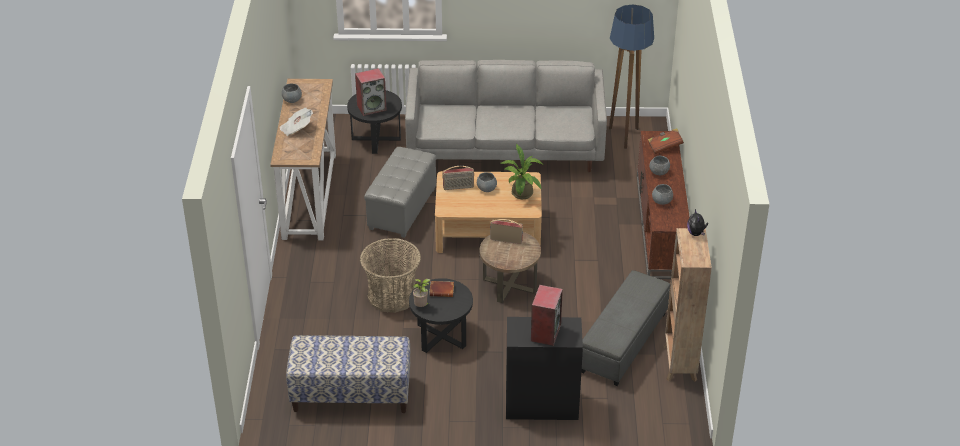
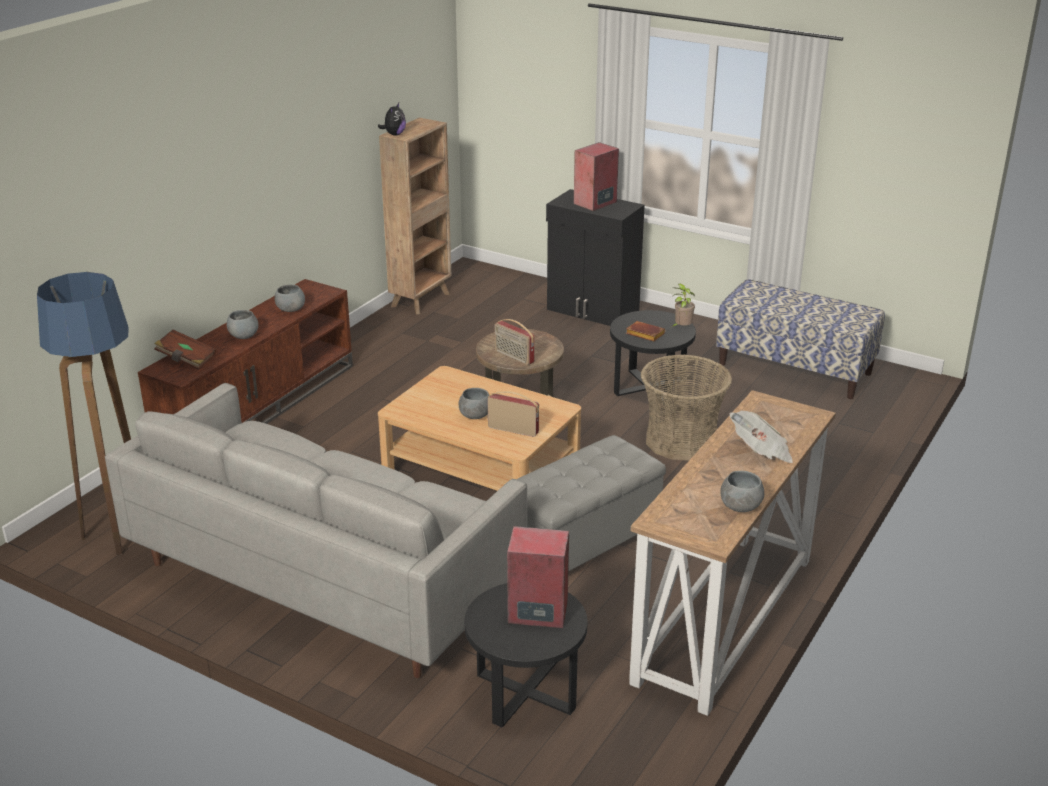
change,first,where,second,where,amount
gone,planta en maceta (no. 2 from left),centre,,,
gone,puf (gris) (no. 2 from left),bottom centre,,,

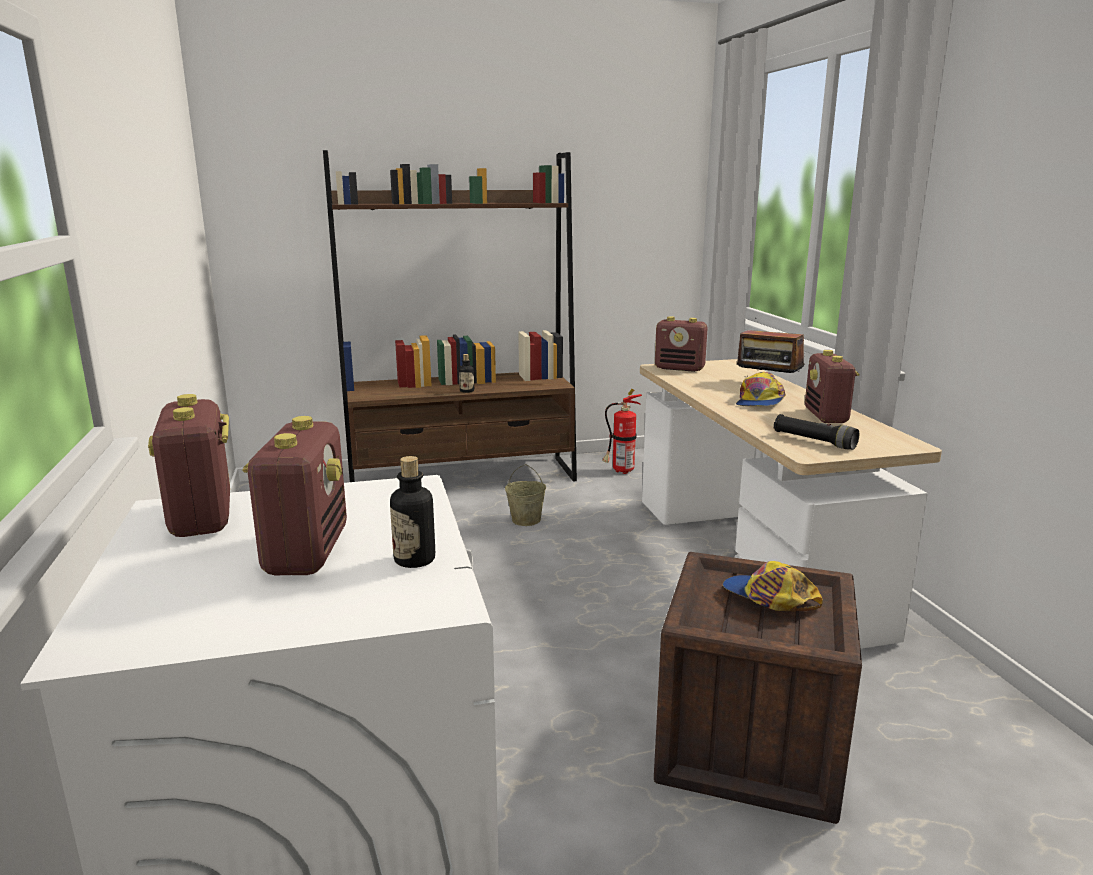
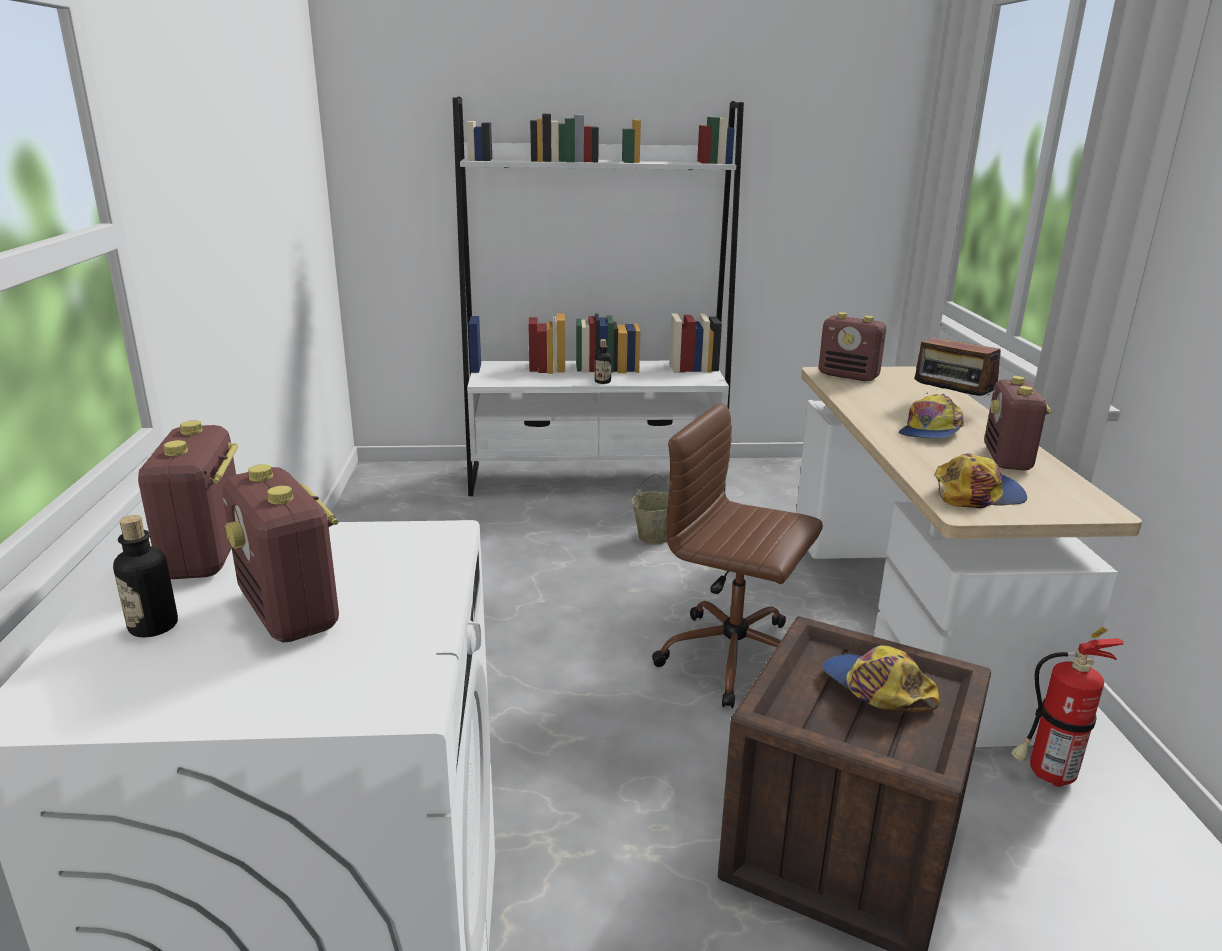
change,first,where,second,where,amount
repainted,estantería (marrón),centre,estantería (blanco),top centre,
shifted,extintor,centre,,bottom right,
swapped,linterna (negro),middle right,gorra (no. 3 from left),middle right,
rotated,radio (no. 2 from left),middle left,,middle left,135 degrees clockwise
shifted,botella (no. 1 from left),centre,,middle left,
new,,,silla de oficina (marrón),centre,

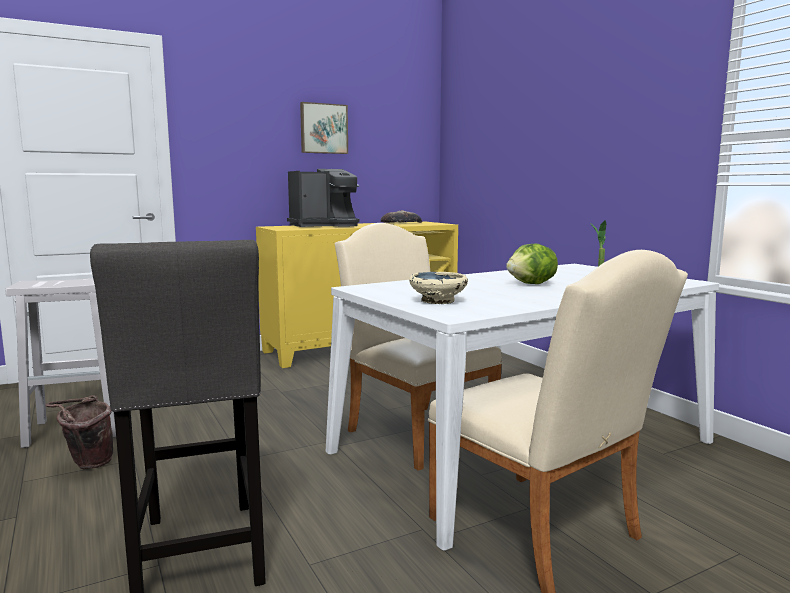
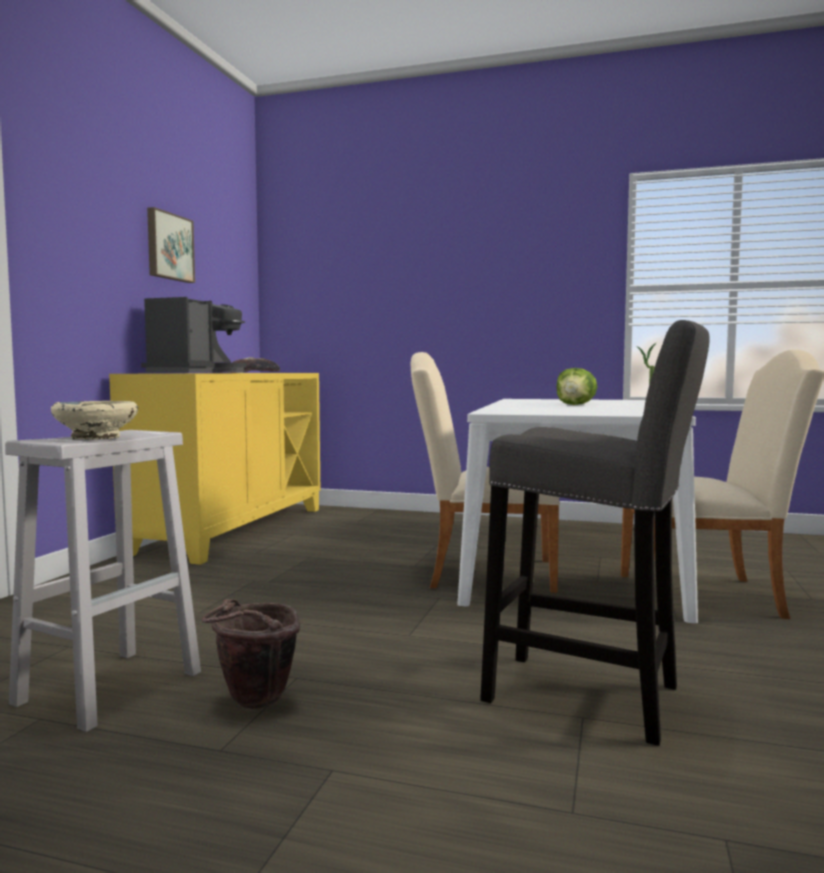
change,first,where,second,where,amount
shifted,cuenco (beis),centre,,middle left,

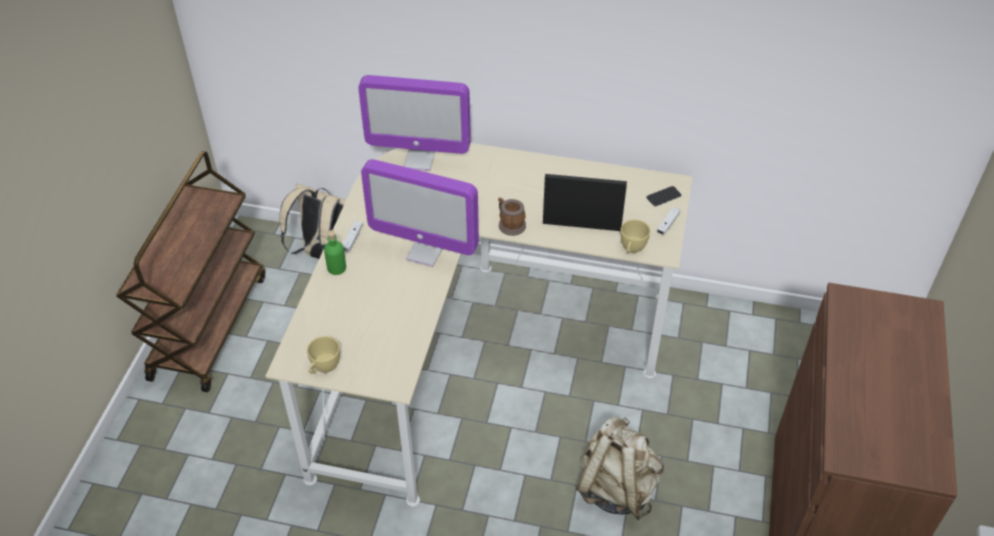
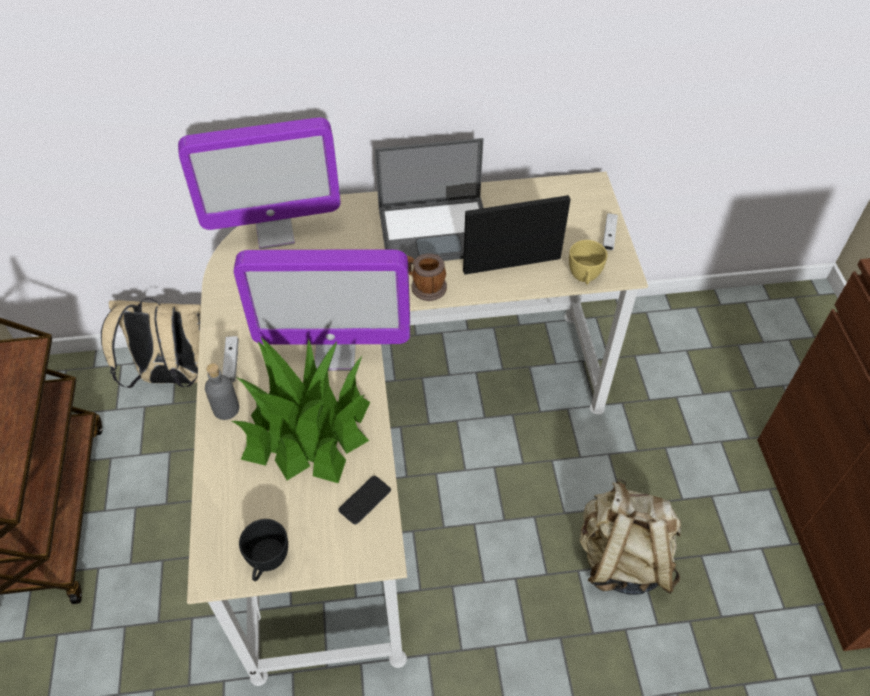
change,first,where,second,where,amount
shifted,móvil,middle right,,bottom centre,
repainted,botella (verde),centre,botella (gris),middle left,
repainted,taza (amarillo) (no. 1 from left),middle left,taza (negro),bottom left,
new,,,portátil,top centre,
new,,,planta en maceta,centre,

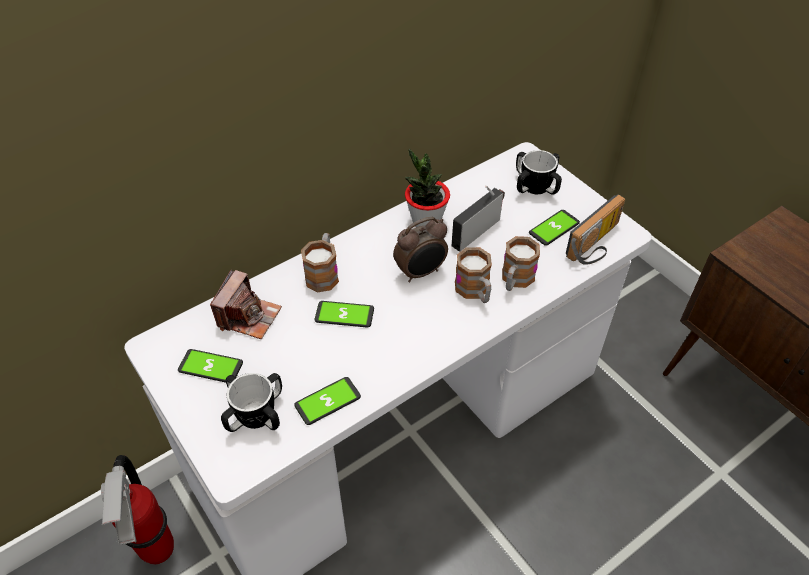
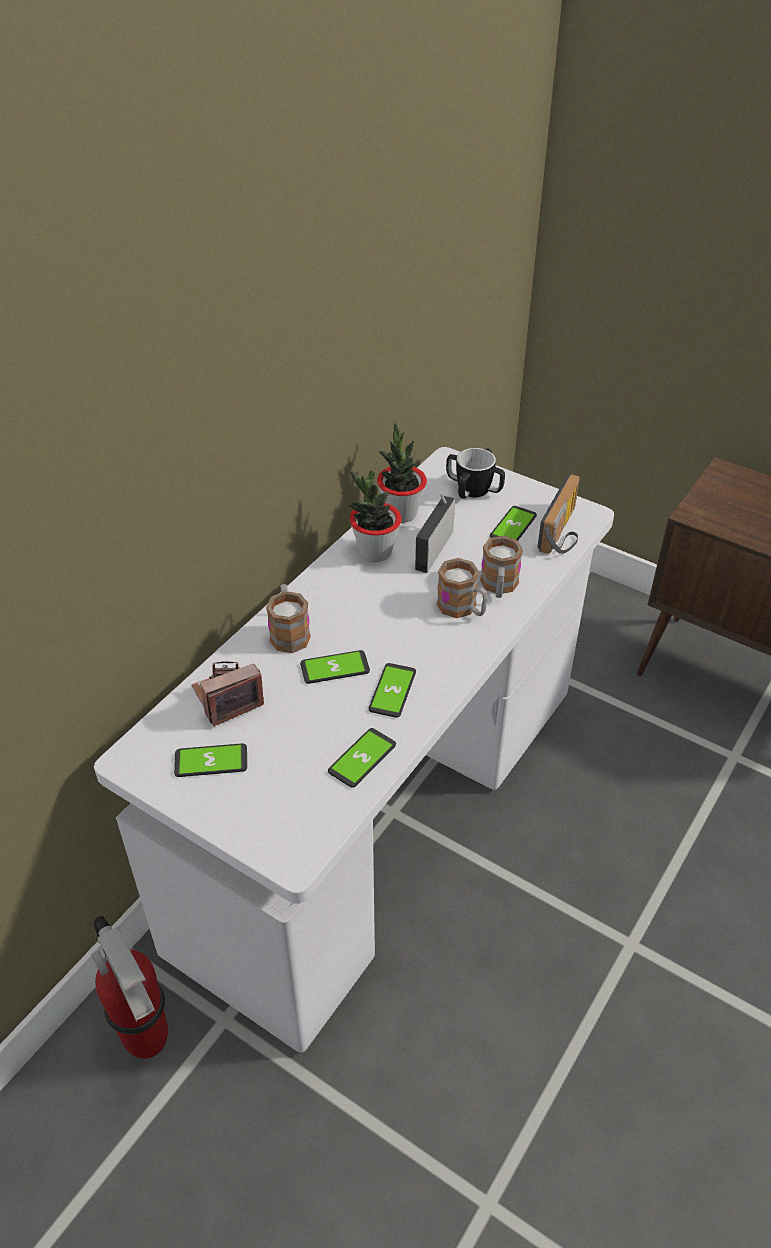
change,first,where,second,where,amount
gone,despertador,centre,,,
rotated,cámara,middle left,,middle left,120 degrees counterclockwise
gone,taza grande (no. 1 from left),bottom left,,,
new,,,planta en maceta (no. 2 from left),centre,
new,,,móvil (no. 4 from left),centre,

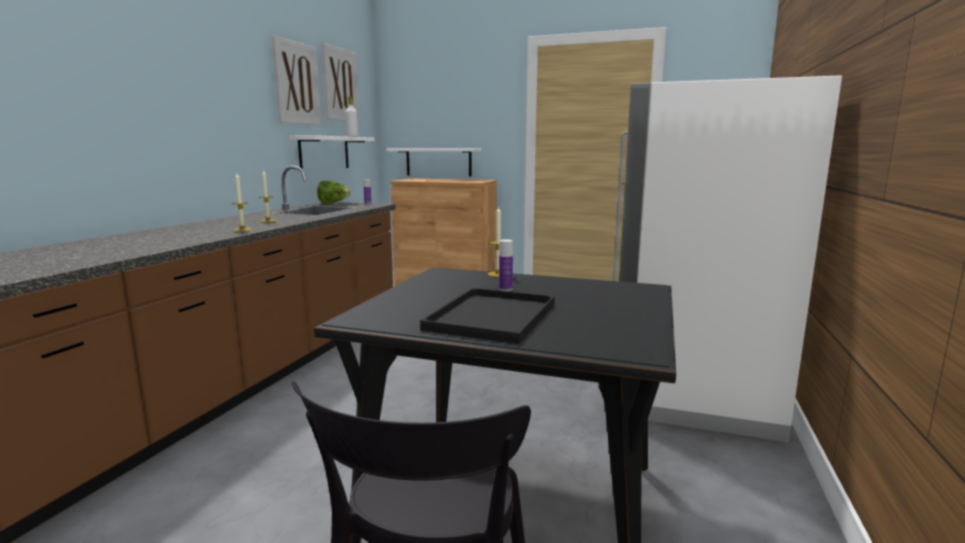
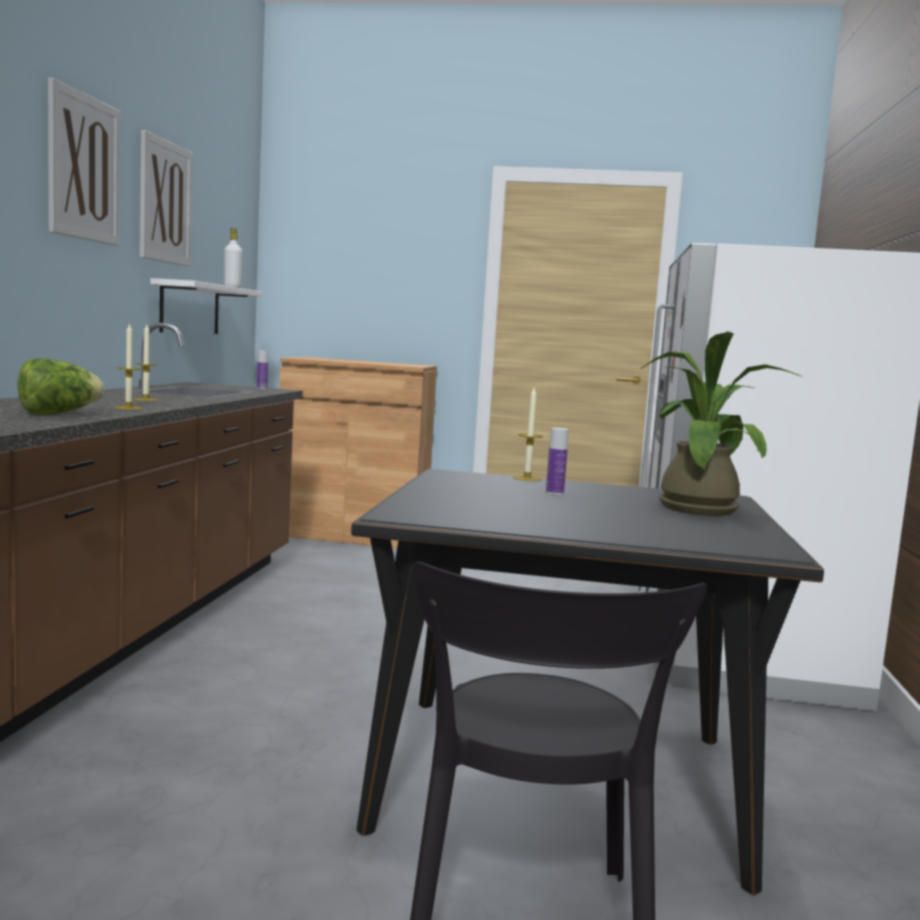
change,first,where,second,where,amount
shifted,cuadro (no. 2 from left in the first image),top centre,cuadro (no. 1 from left),top left,
gone,estante (blanco) (no. 2 from left),top centre,,,
shifted,lechuga,centre,,middle left,
gone,bandeja (negro),centre,,,
new,,,planta en maceta,middle right,

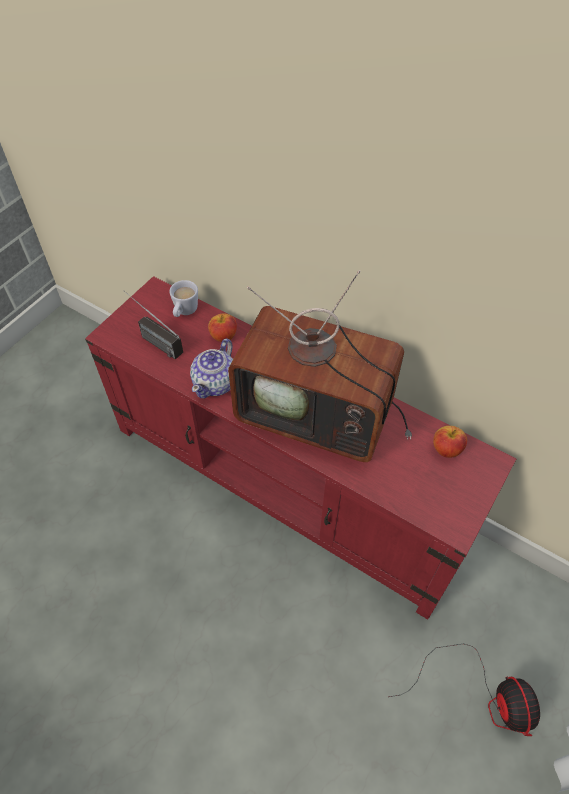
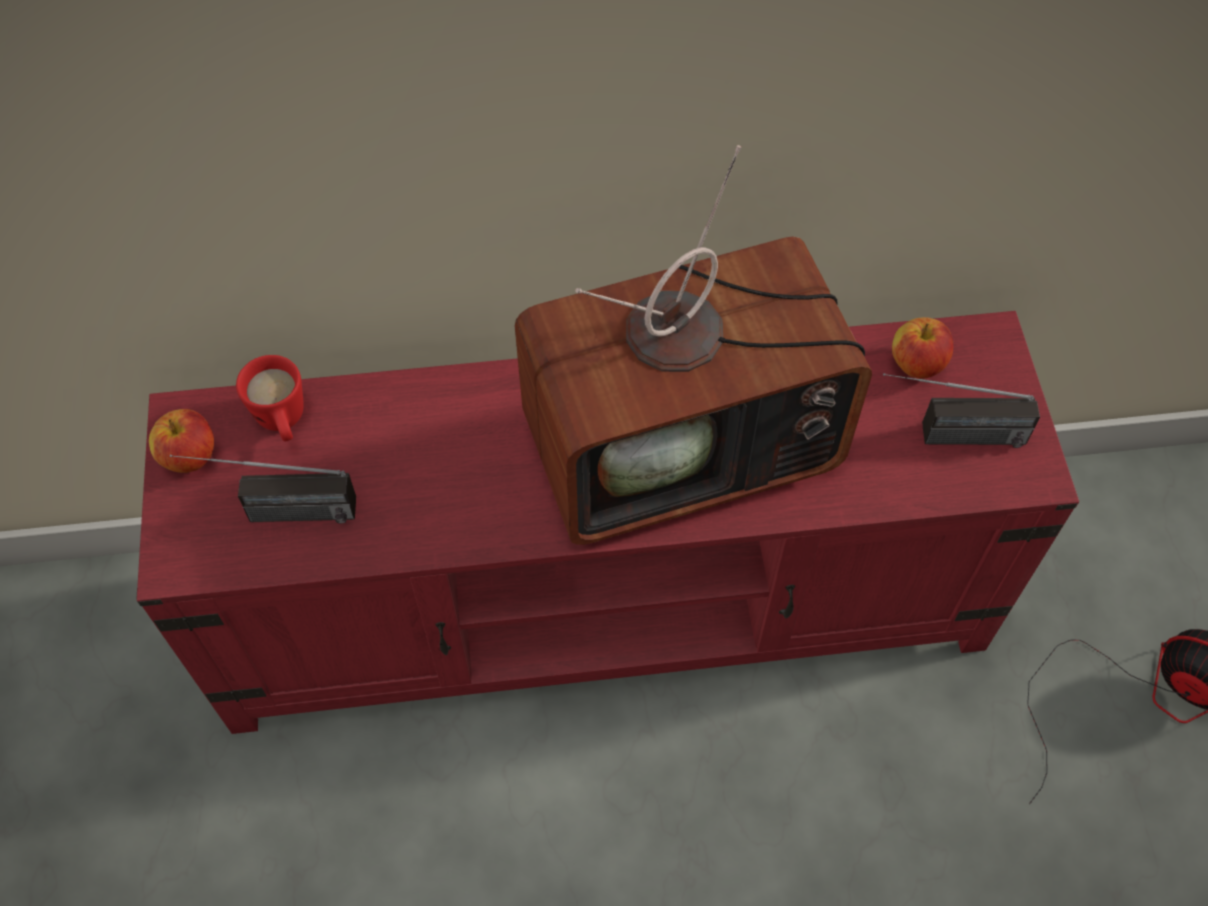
change,first,where,second,where,amount
repainted,taza grande (blanco),middle left,taza grande (rojo),middle left,
shifted,manzana (no. 1 from left),centre,,middle left,
gone,tetera,centre,,,
new,,,radio (no. 2 from left),middle right,

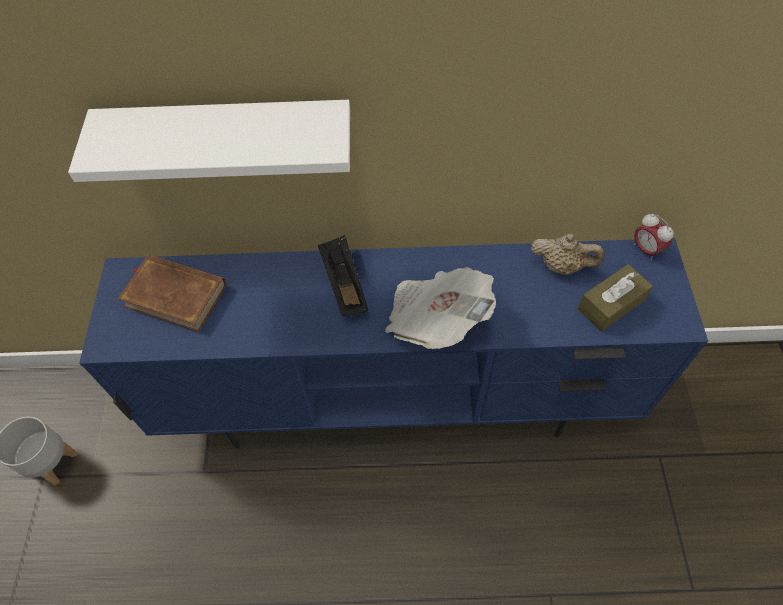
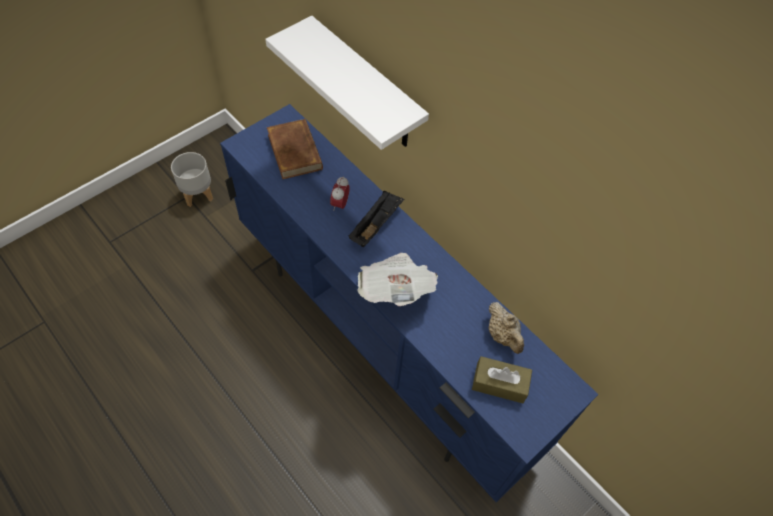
change,first,where,second,where,amount
shifted,despertador,middle right,,centre,

